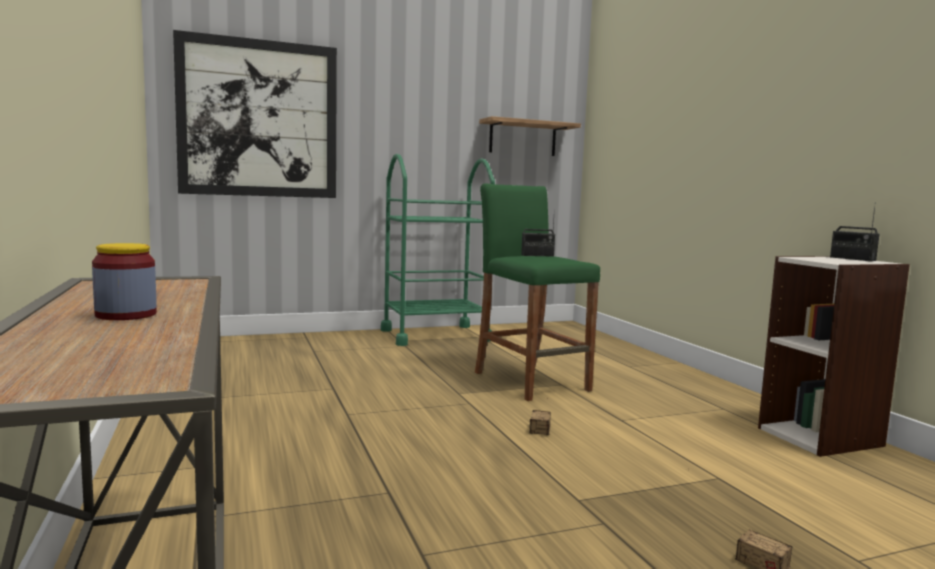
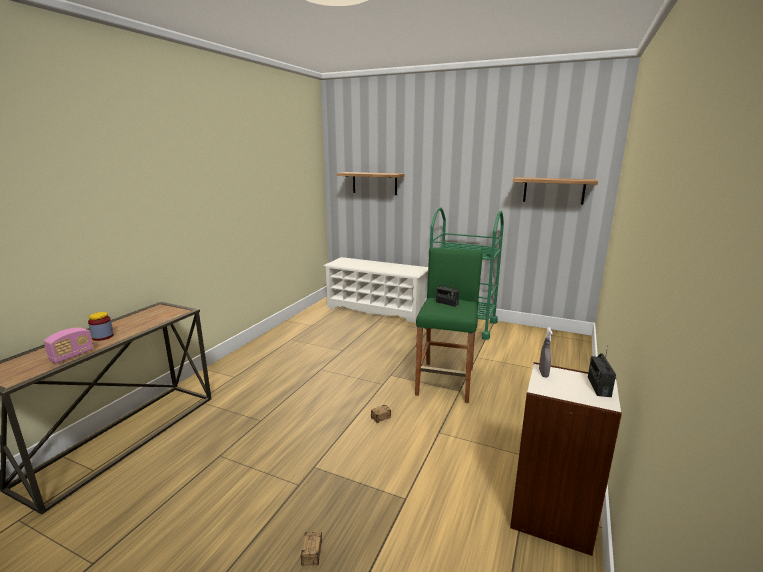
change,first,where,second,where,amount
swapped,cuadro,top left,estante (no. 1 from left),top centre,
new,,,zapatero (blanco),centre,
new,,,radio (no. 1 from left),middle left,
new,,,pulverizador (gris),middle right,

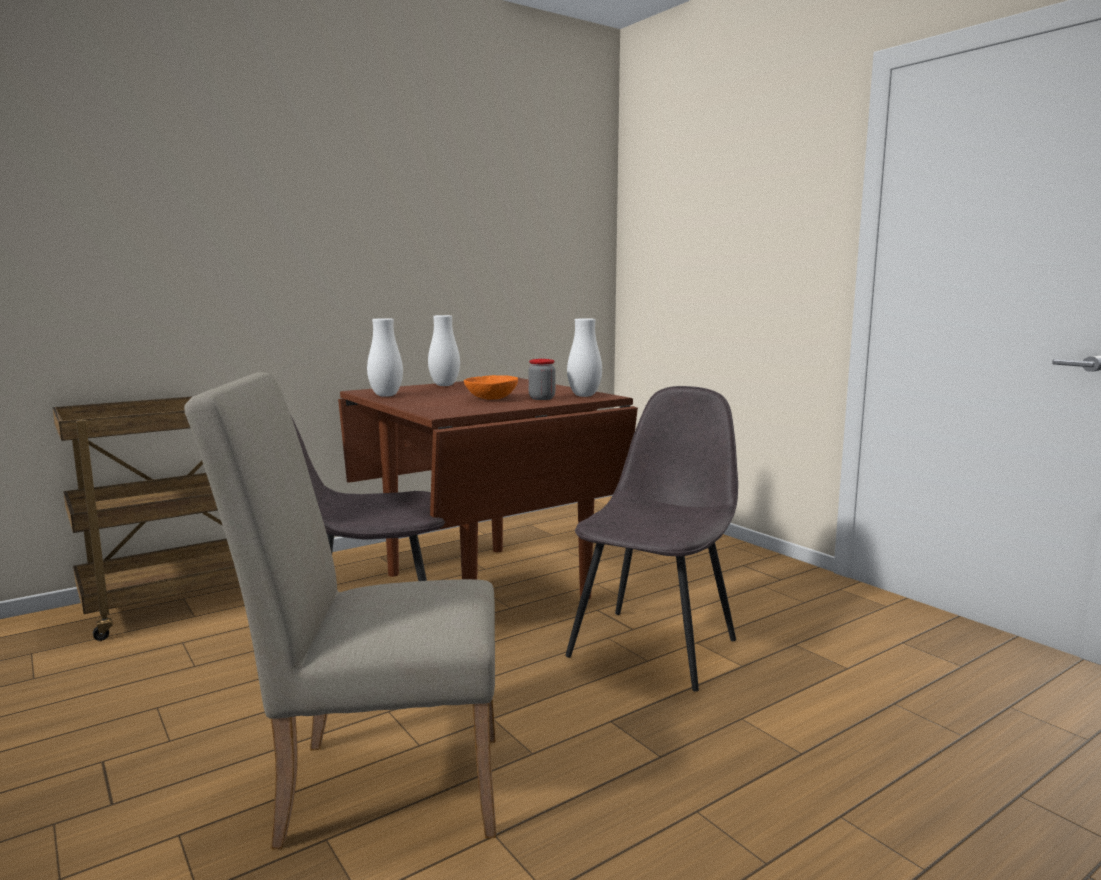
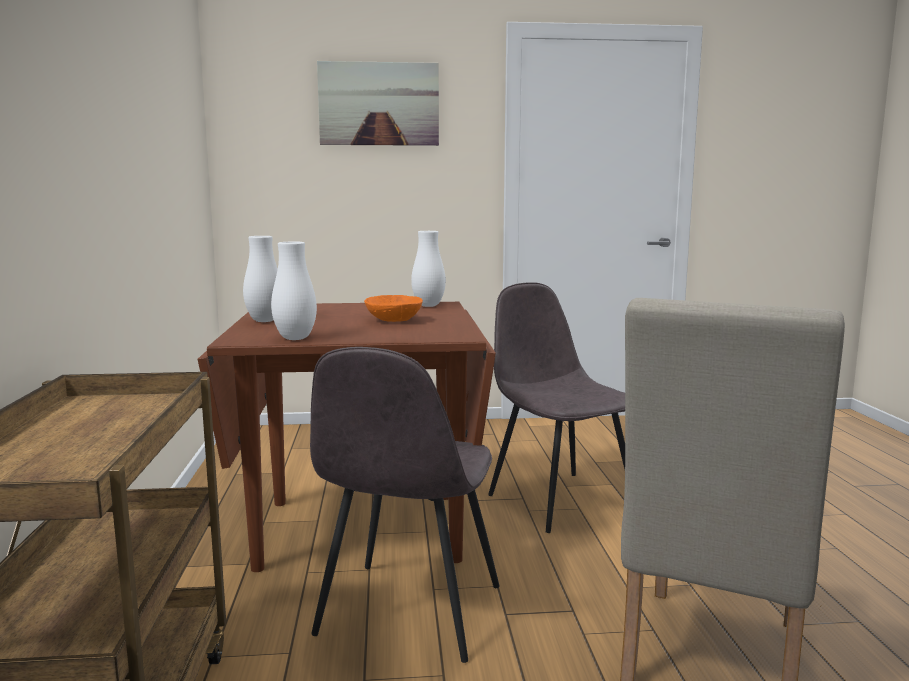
change,first,where,second,where,amount
gone,tarro,centre,,,
new,,,cuadro,top centre,

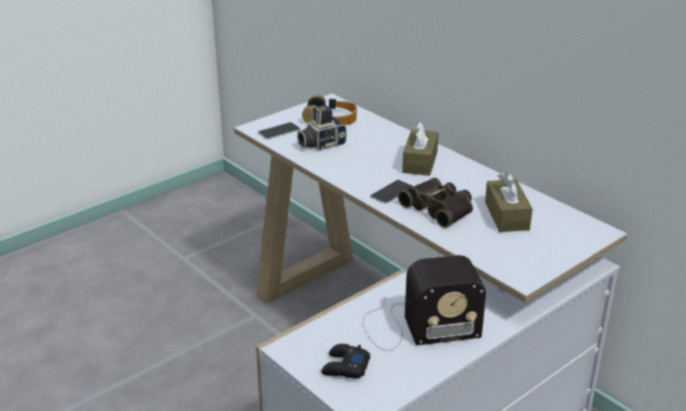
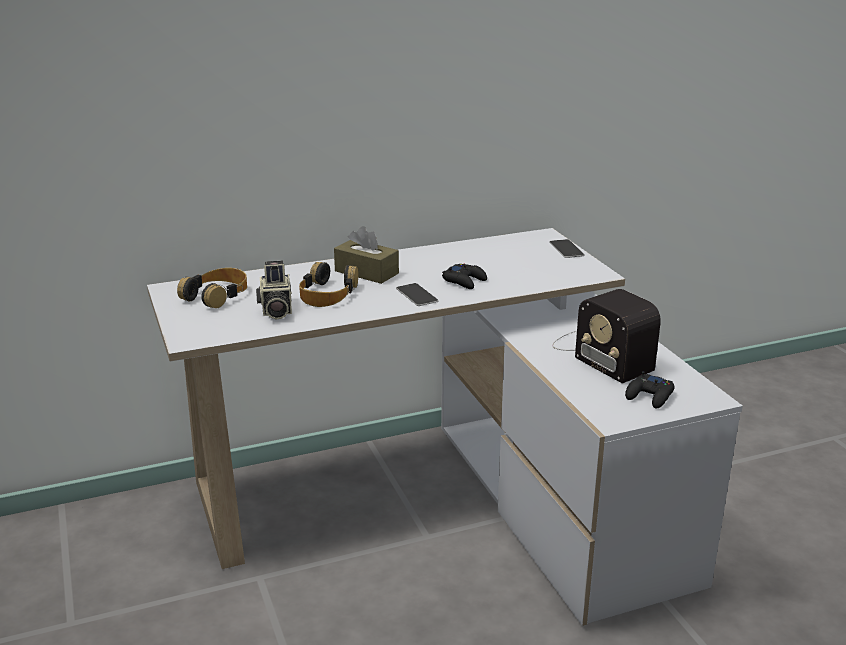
change,first,where,second,where,amount
shifted,móvil (no. 1 from left in the first image),top centre,móvil (no. 2 from left),middle right,
gone,caja de pañuelos (marrón) (no. 2 from left),middle right,,,
swapped,prismáticos,centre,mando de consola (negro) (no. 1 from left),centre,
rotated,radio,bottom centre,,middle right,135 degrees clockwise
new,,,auriculares (no. 2 from left),centre,

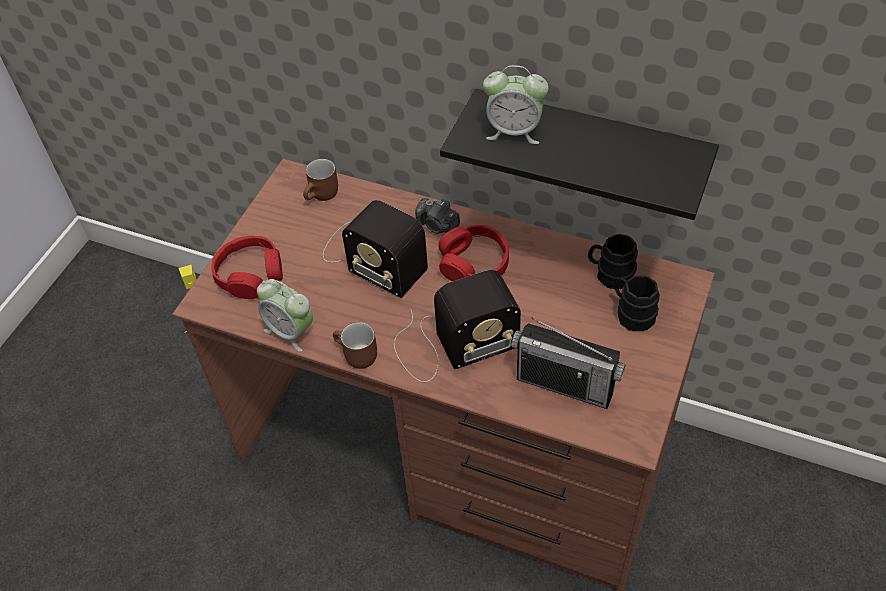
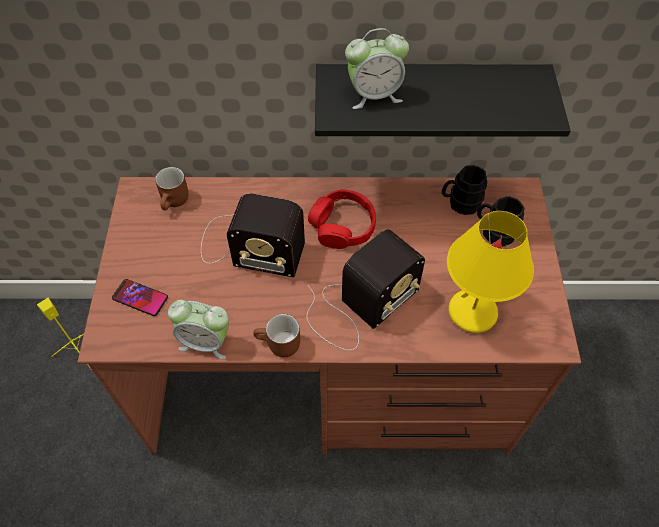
change,first,where,second,where,amount
gone,cámara,centre,,,
swapped,auriculares (rojo) (no. 1 from left),middle left,móvil,middle left,
swapped,radio (no. 3 from left),centre,lámpara de mesa (amarillo),middle right,

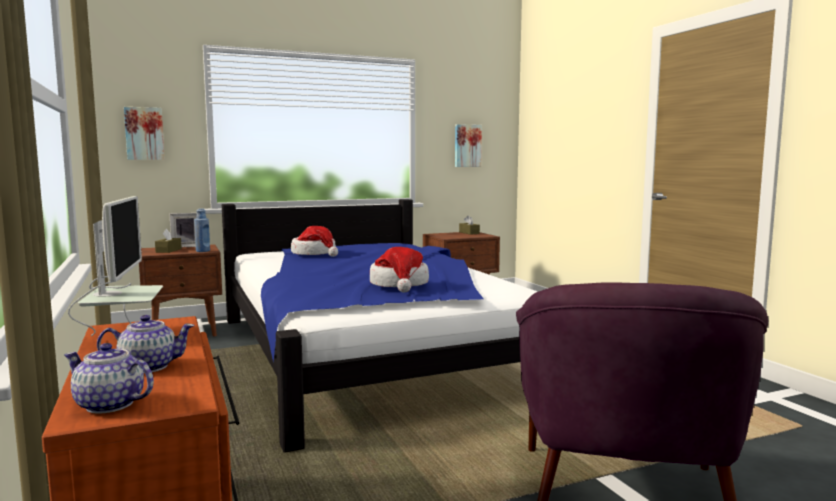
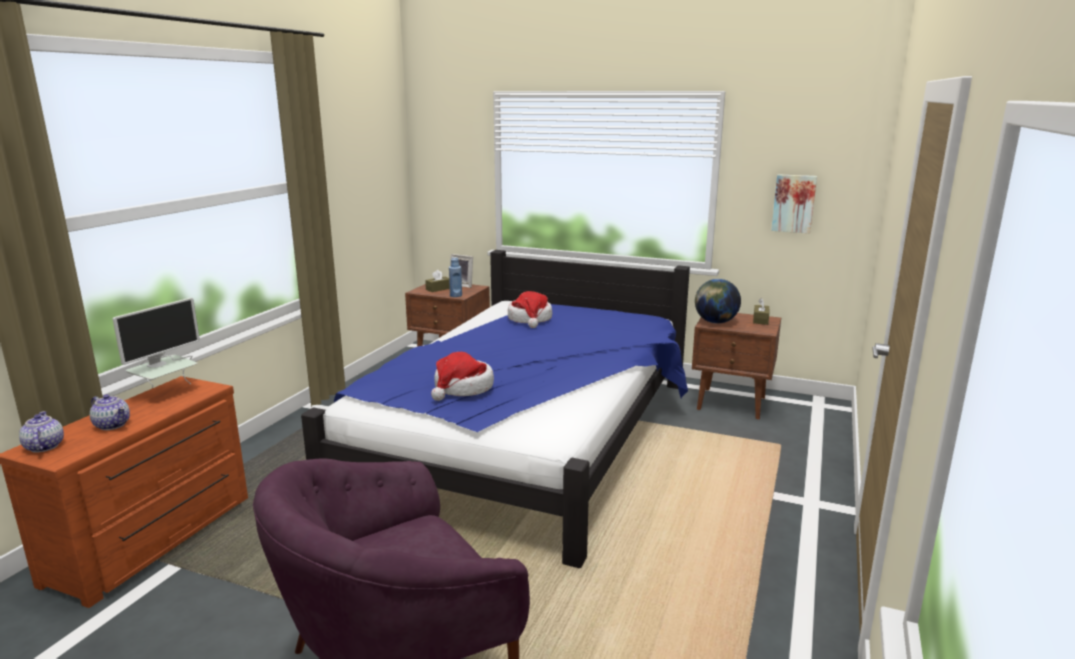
change,first,where,second,where,amount
gone,cuadro (no. 1 from left),top left,,,
new,,,globo terráqueo,middle right,

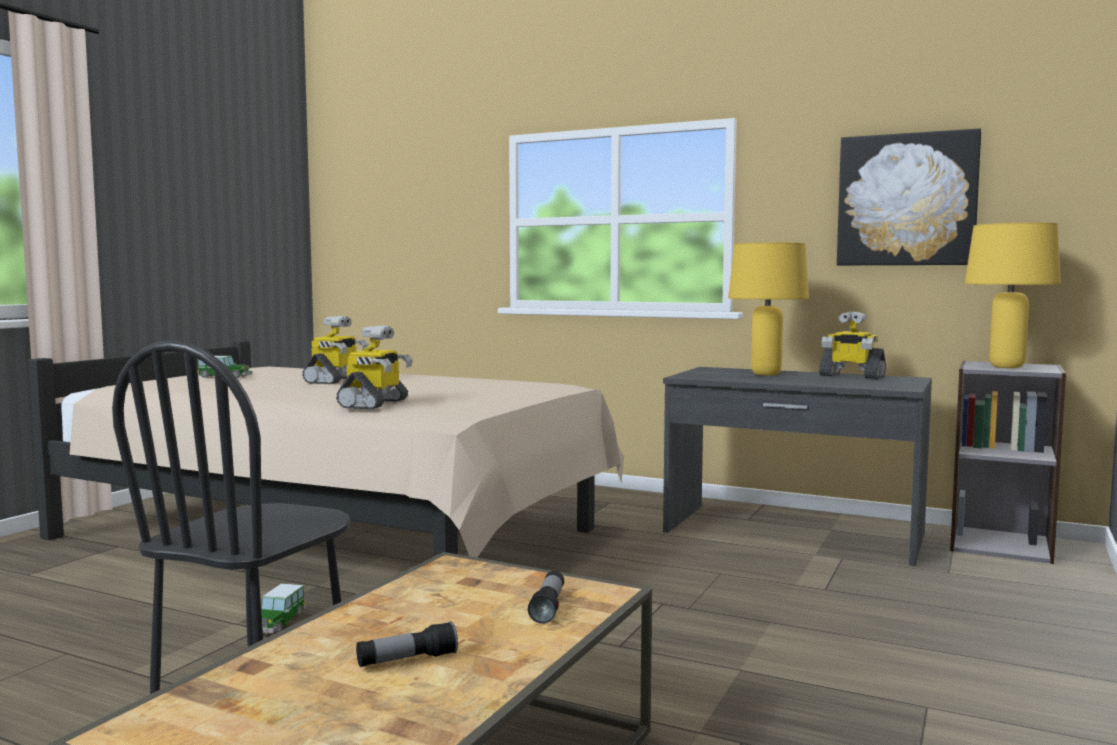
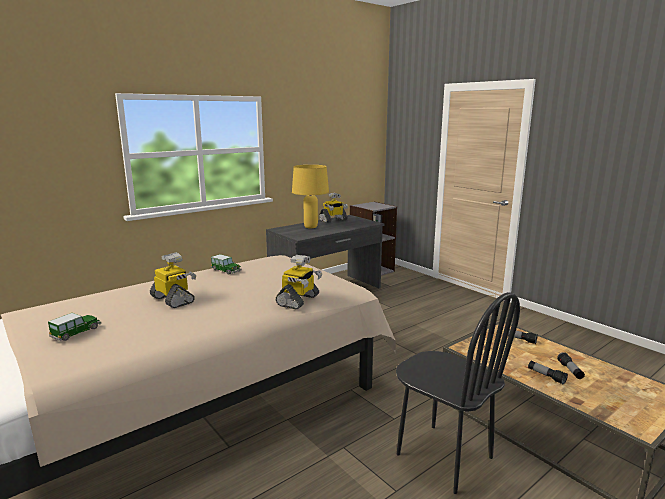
change,first,where,second,where,amount
gone,cuadro,top right,,,
gone,lámpara de mesa (amarillo) (no. 2 from left),middle right,,,
rotated,robot de juguete (no. 2 from left),centre,,centre,75 degrees clockwise
shifted,coche de juguete (no. 2 from left),bottom left,,centre,
new,,,linterna (no. 2 from left),bottom right,

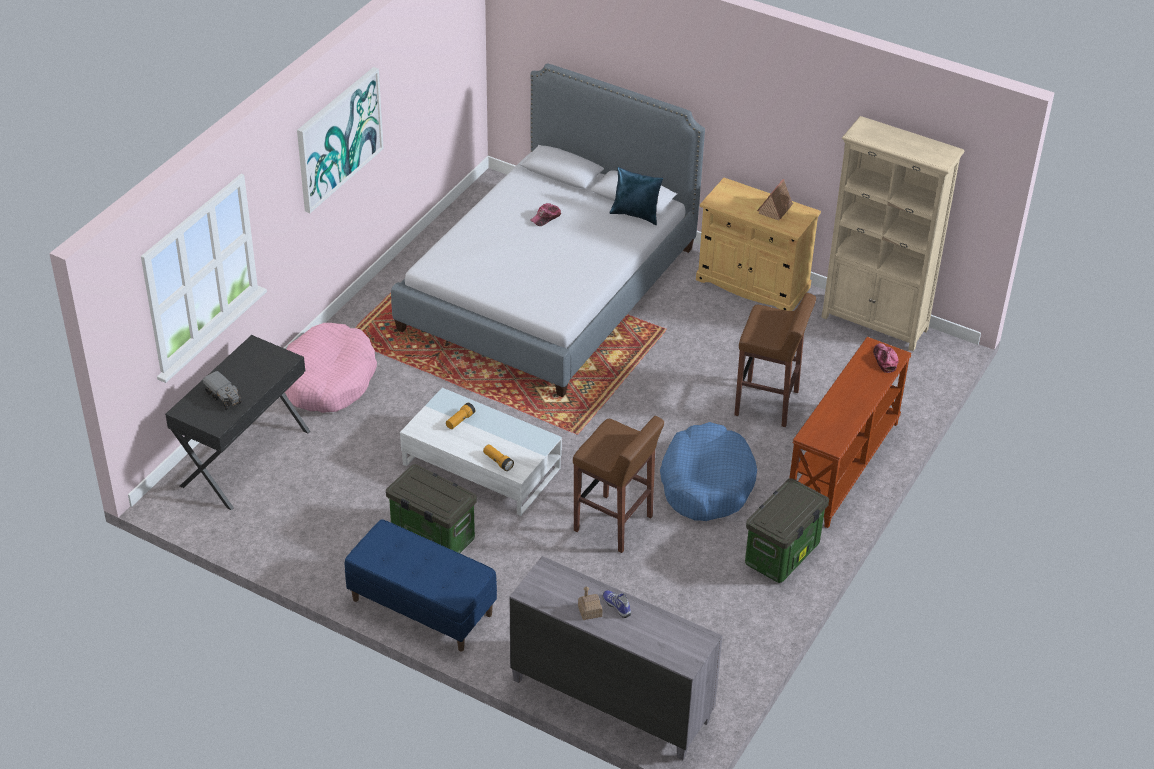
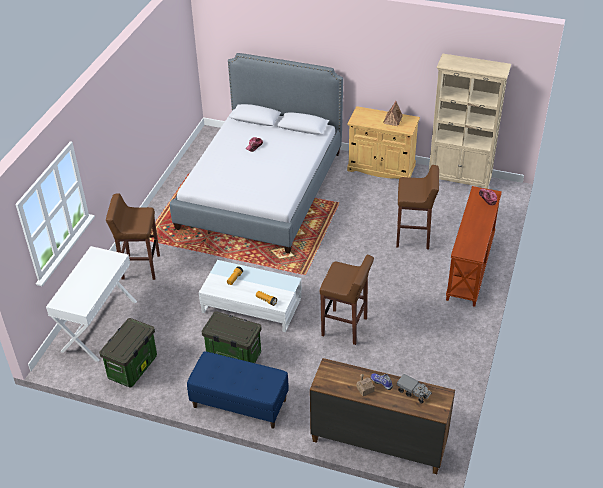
change,first,where,second,where,amount
gone,cuadro,top left,,,
gone,cojín (azul),top centre,,,
swapped,cama para perro (rosa),middle left,taburete (marrón) (no. 1 from left),middle left,
repainted,escritorio (negro),middle left,escritorio (blanco),middle left,
shifted,camión de juguete,middle left,,bottom right,
gone,cama para perro (azul),centre,,,
shifted,caja de almacenaje (no. 2 from left in the first image),bottom right,caja de almacenaje (no. 1 from left),bottom left,
repainted,cómoda (gris),bottom centre,cómoda (marrón),bottom centre,

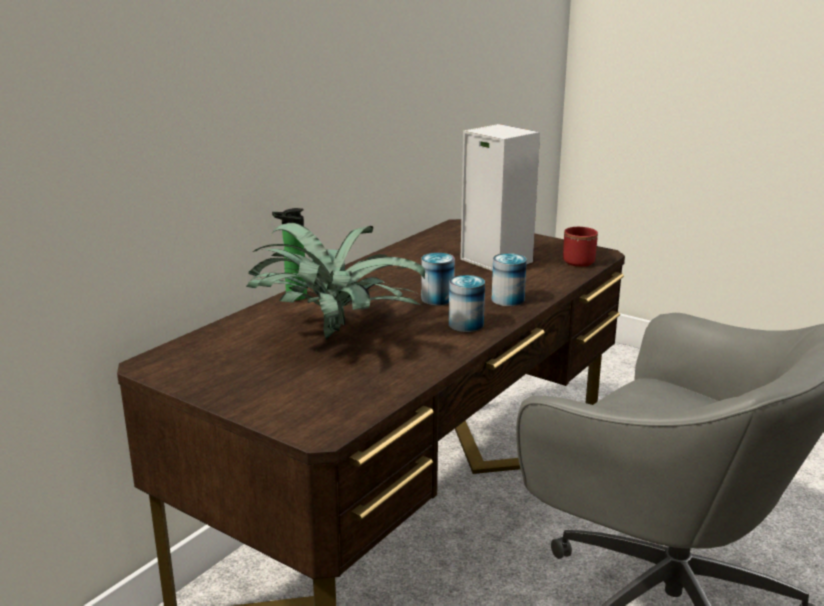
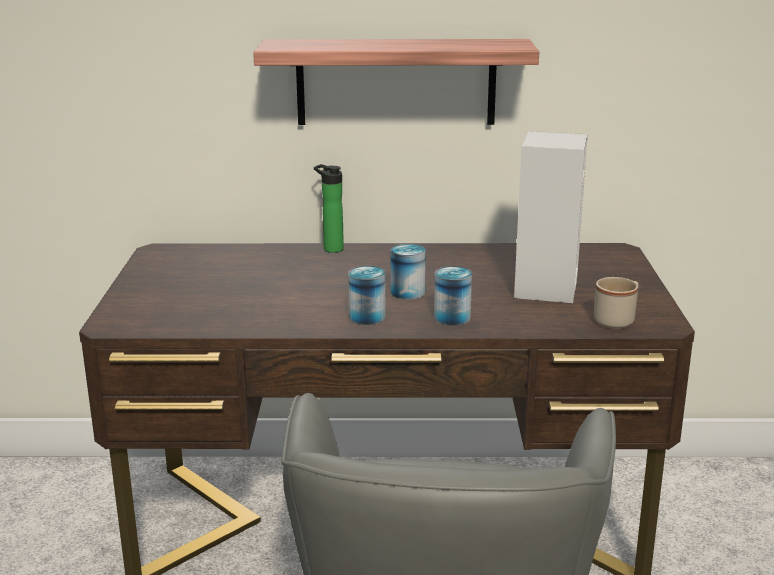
change,first,where,second,where,amount
gone,planta en maceta,centre,,,
repainted,taza grande (rojo),middle right,taza grande (beis),middle right,
new,,,estante,top centre,

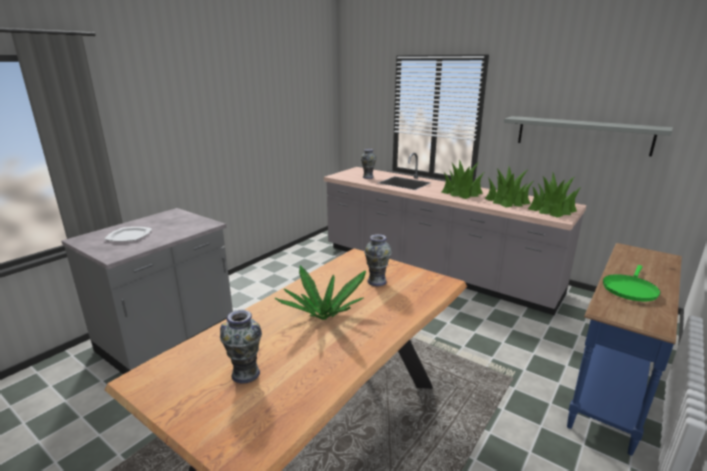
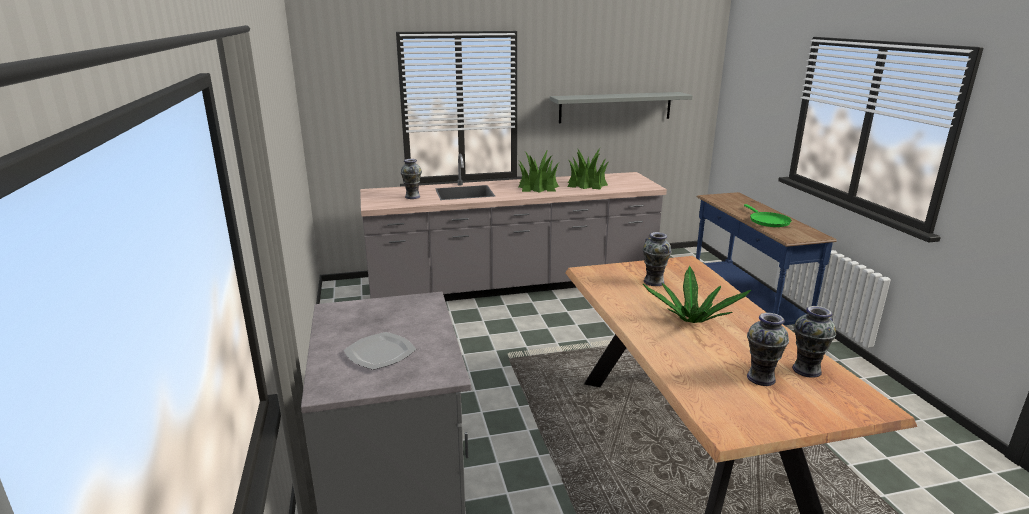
change,first,where,second,where,amount
gone,planta en maceta (no. 4 from left),middle right,,,
new,,,florero (no. 4 from left),middle right,

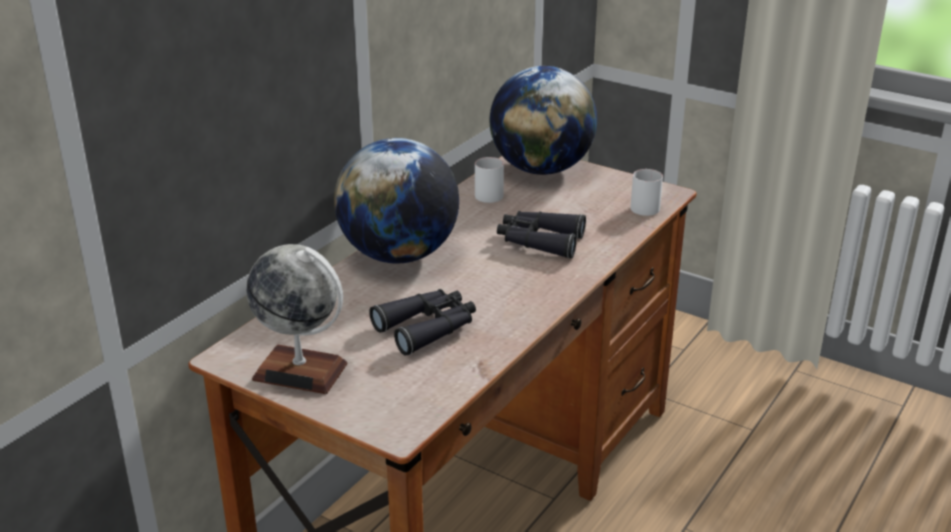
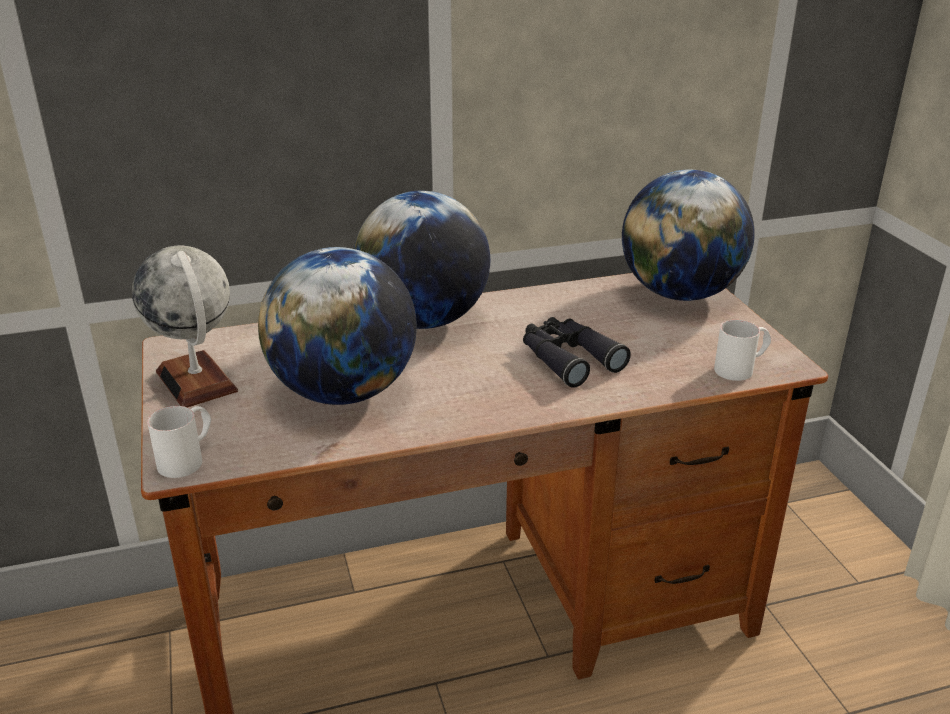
change,first,where,second,where,amount
shifted,taza grande (blanco) (no. 1 from left),centre,,middle left,
swapped,prismáticos (negro) (no. 1 from left),centre,globo terráqueo (no. 2 from left),centre,

